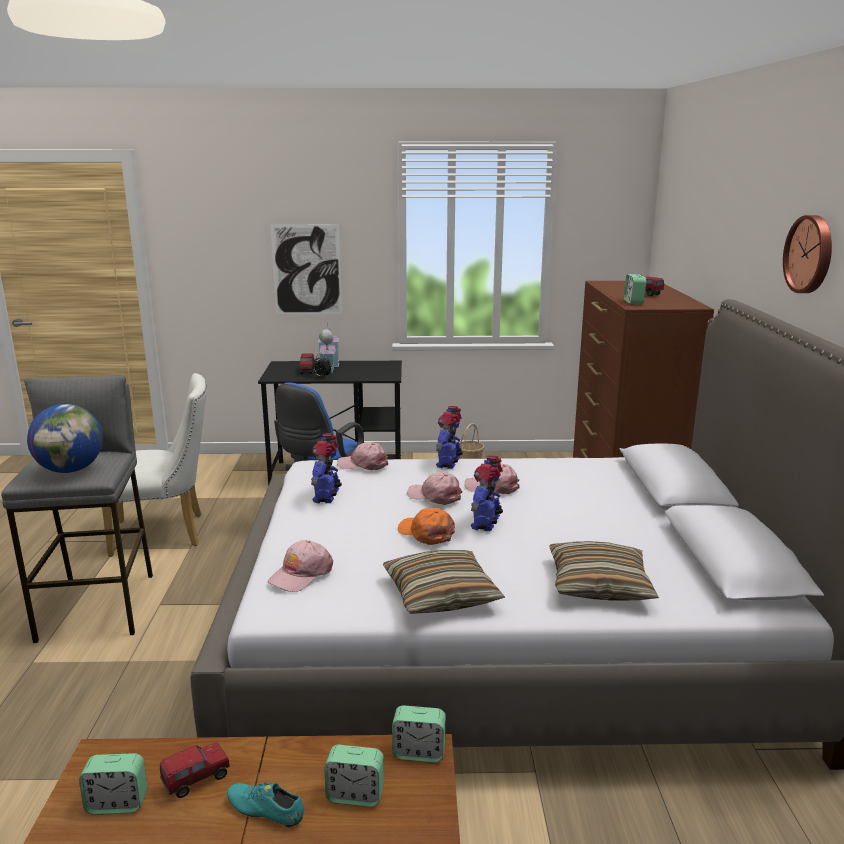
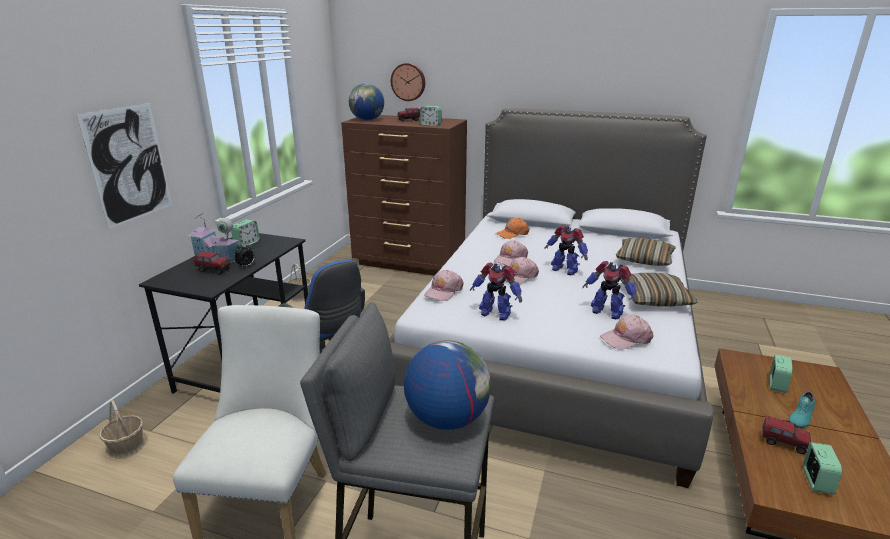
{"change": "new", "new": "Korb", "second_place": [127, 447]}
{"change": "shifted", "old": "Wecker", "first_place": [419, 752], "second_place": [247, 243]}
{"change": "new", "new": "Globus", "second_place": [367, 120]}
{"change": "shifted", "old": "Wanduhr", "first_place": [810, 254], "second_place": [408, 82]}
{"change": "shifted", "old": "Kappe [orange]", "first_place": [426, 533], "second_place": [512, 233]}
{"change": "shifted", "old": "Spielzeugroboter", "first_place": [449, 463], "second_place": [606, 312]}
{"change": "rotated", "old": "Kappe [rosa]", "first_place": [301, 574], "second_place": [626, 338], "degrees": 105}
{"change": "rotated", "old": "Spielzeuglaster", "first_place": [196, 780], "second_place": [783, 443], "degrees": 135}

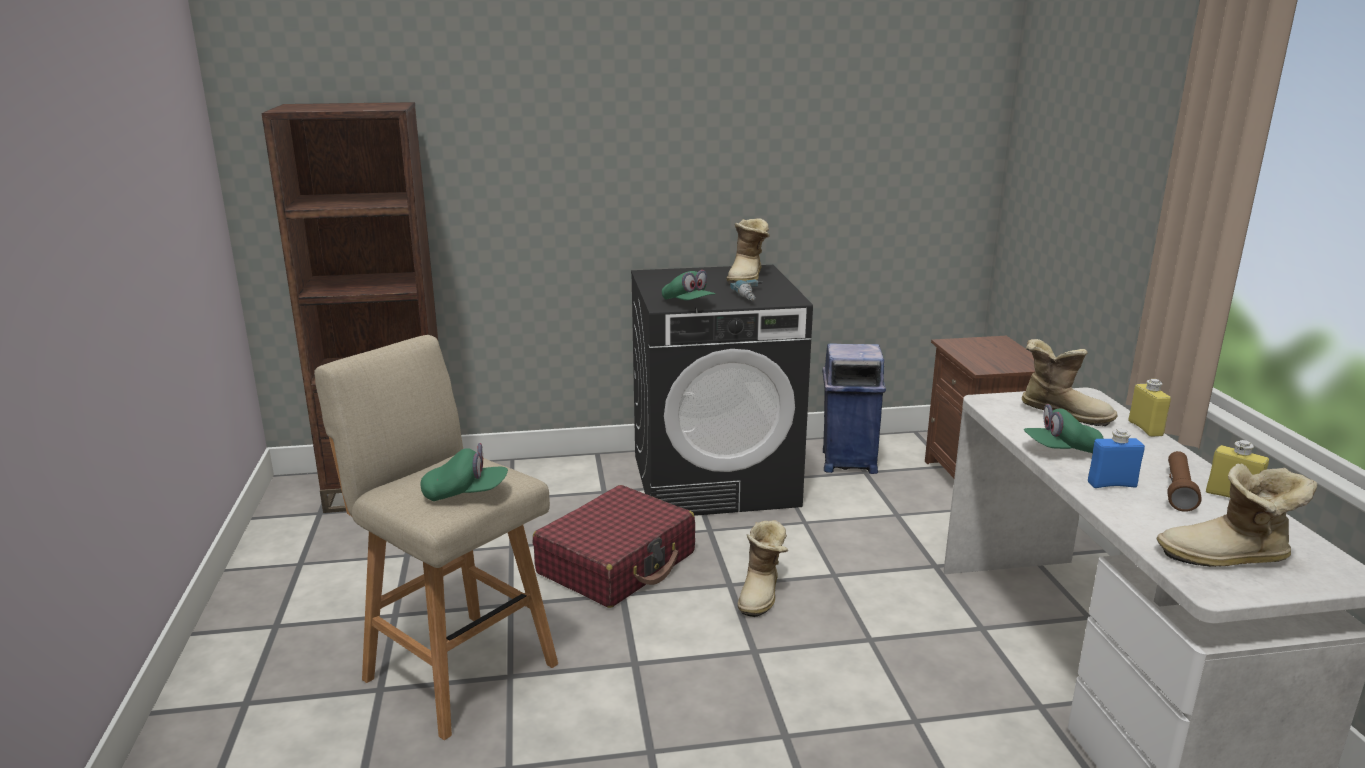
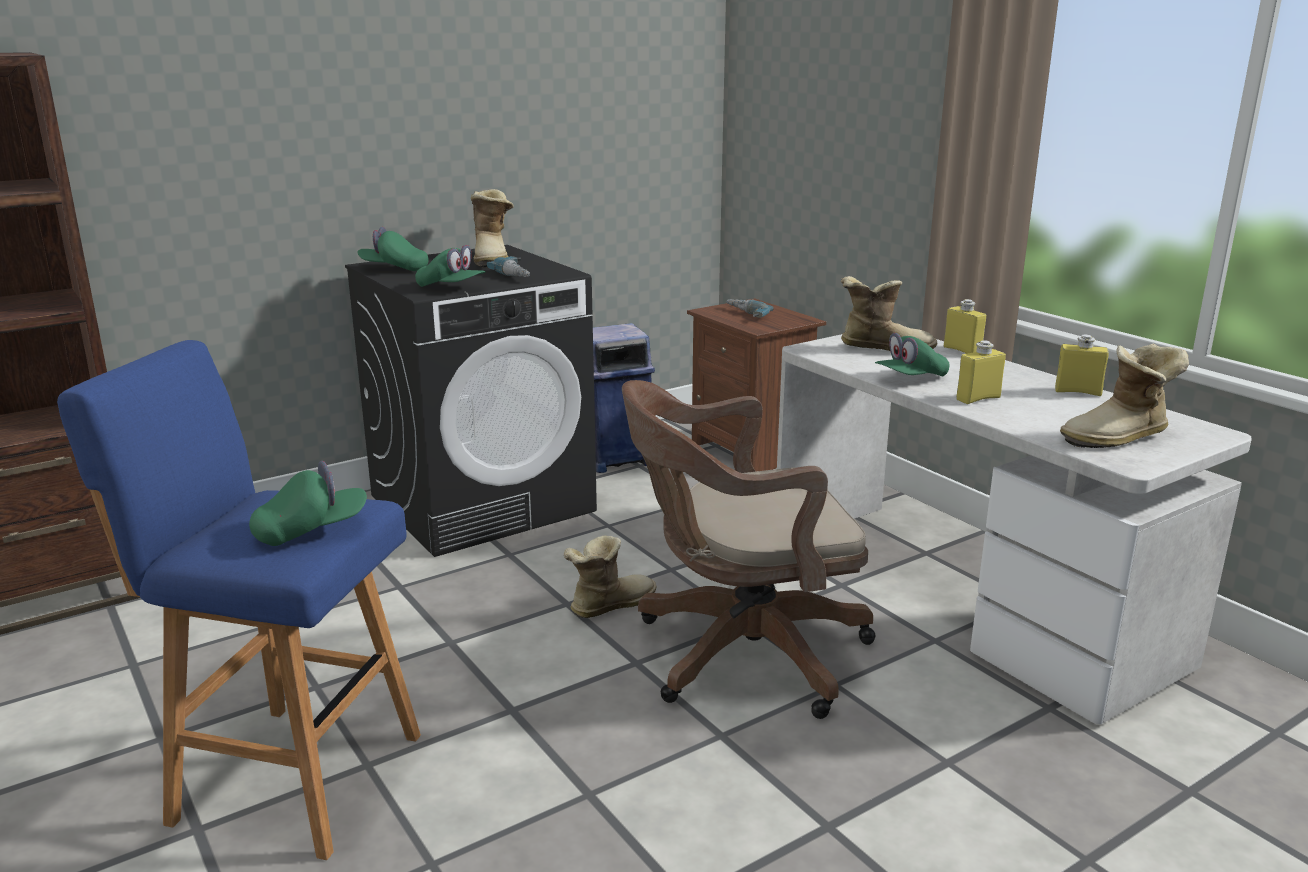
{"change": "repainted", "old": "Hocker [beige]", "new": "Hocker [blau]", "first_place": [457, 669], "second_place": [291, 776]}
{"change": "new", "new": "Kappe [grün]", "second_place": [394, 269]}
{"change": "rotated", "old": "Stiefel", "first_place": [762, 594], "second_place": [608, 605], "degrees": -120}
{"change": "new", "new": "Bürostuhl [braun]", "second_place": [739, 654]}
{"change": "new", "new": "Bohrmaschine", "second_place": [743, 315]}
{"change": "repainted", "old": "Flasche [blau]", "new": "Flasche [gelb]", "first_place": [1111, 484], "second_place": [978, 398]}
{"change": "gone", "old": "Koffer [rot]", "first_place": [617, 563]}
{"change": "gone", "old": "Taschenlampe [braun]", "first_place": [1178, 490]}

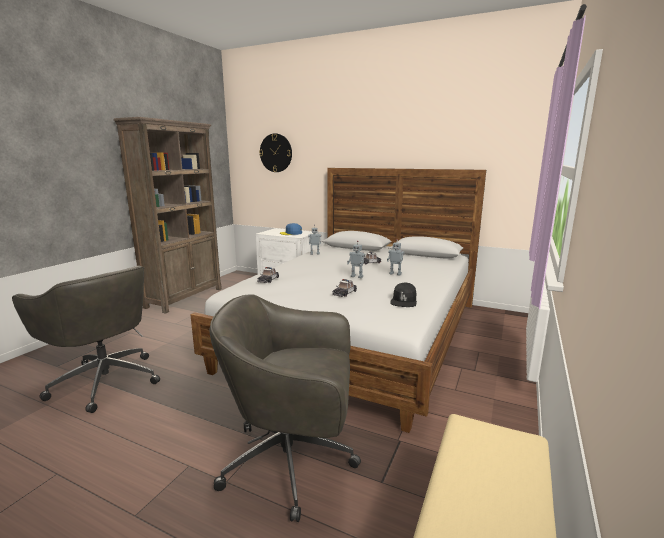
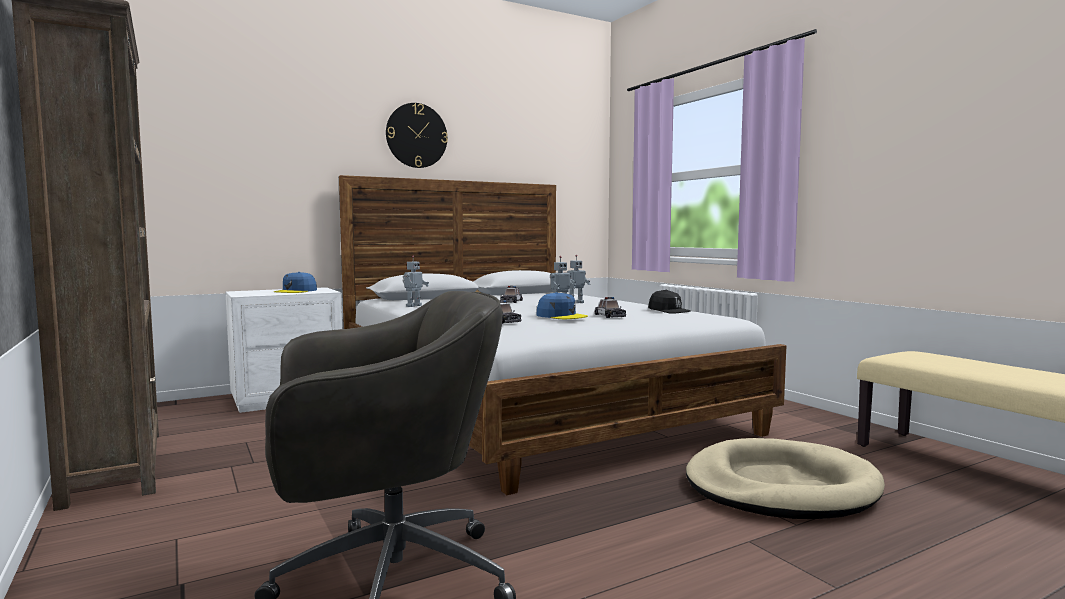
{"change": "shifted", "old": "Wanduhr", "first_place": [276, 153], "second_place": [416, 135]}
{"change": "new", "new": "Kappe [blau]", "second_place": [561, 316]}
{"change": "swapped", "old": "Bürostuhl [grau]", "new": "Hundebett [beige]", "first_place": [292, 461], "second_place": [780, 487]}

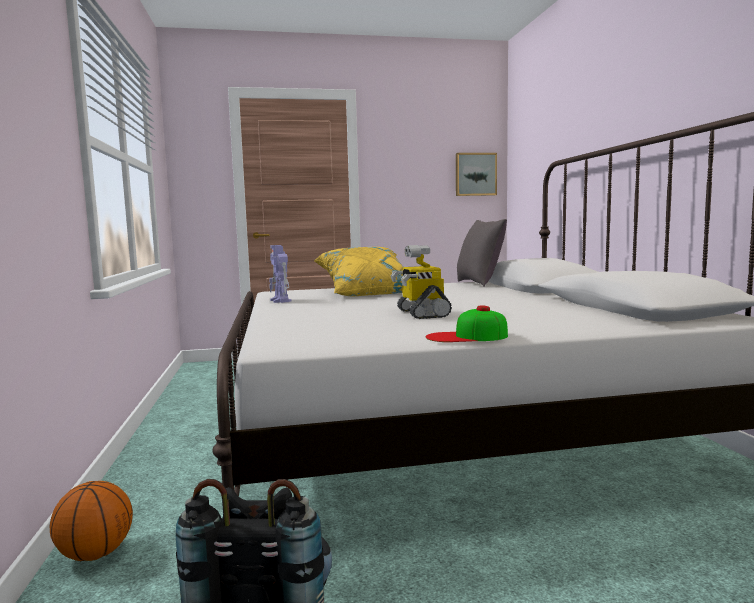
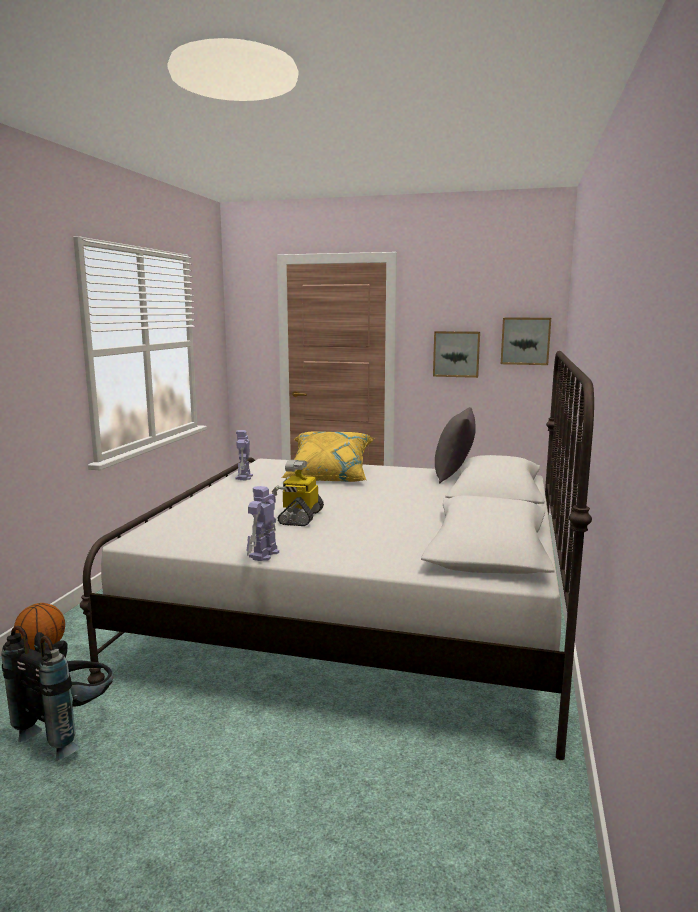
{"change": "swapped", "old": "Kappe", "new": "Spielzeugroboter", "first_place": [466, 336], "second_place": [263, 555]}
{"change": "new", "new": "Bild", "second_place": [456, 354]}

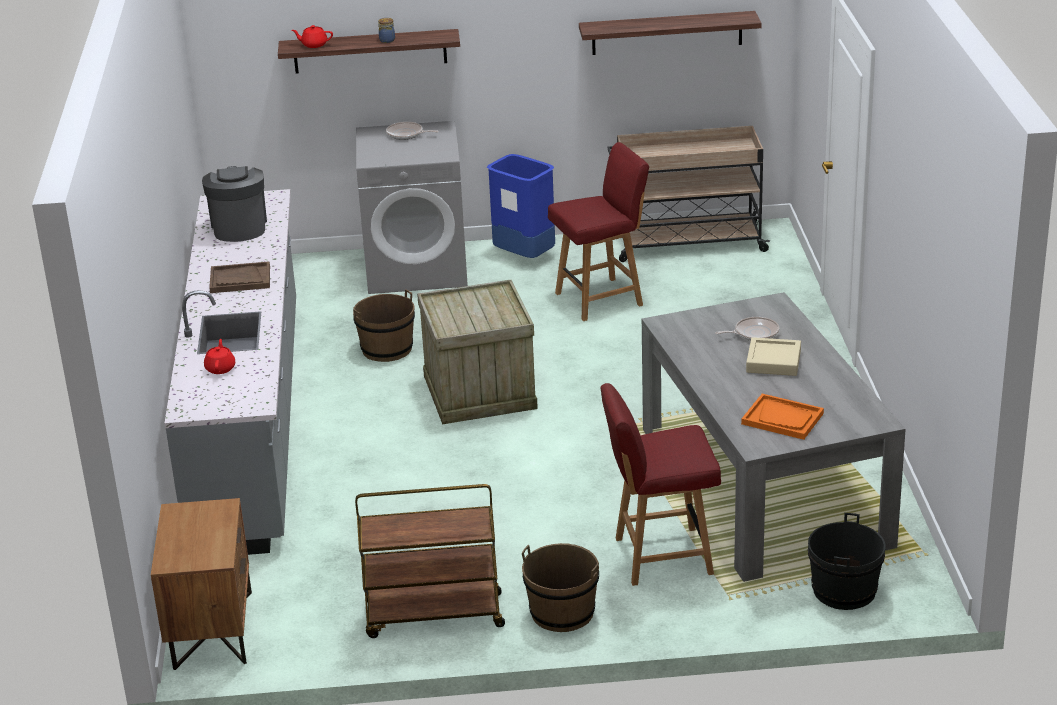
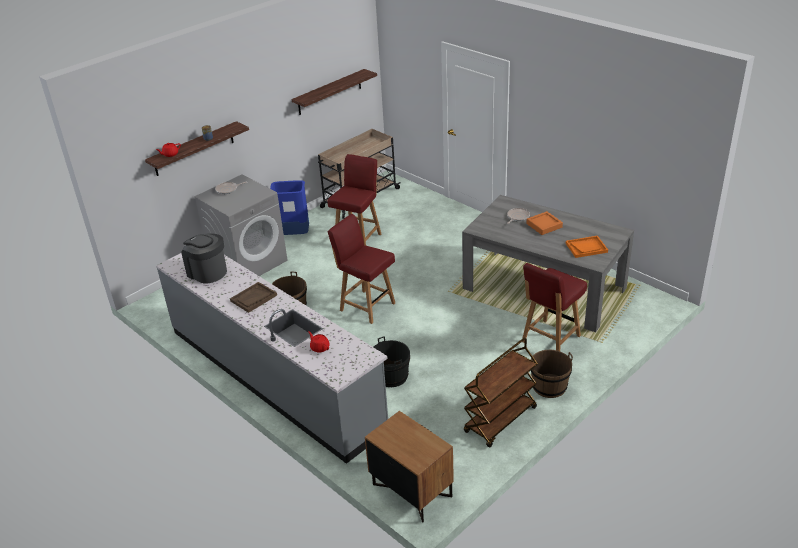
{"change": "swapped", "old": "Kiste", "new": "Stuhl [rot]", "first_place": [481, 391], "second_place": [366, 306]}
{"change": "shifted", "old": "Eimer [schwarz]", "first_place": [844, 590], "second_place": [391, 376]}
{"change": "repainted", "old": "Tablett [beige]", "new": "Tablett [orange]", "first_place": [773, 361], "second_place": [544, 225]}

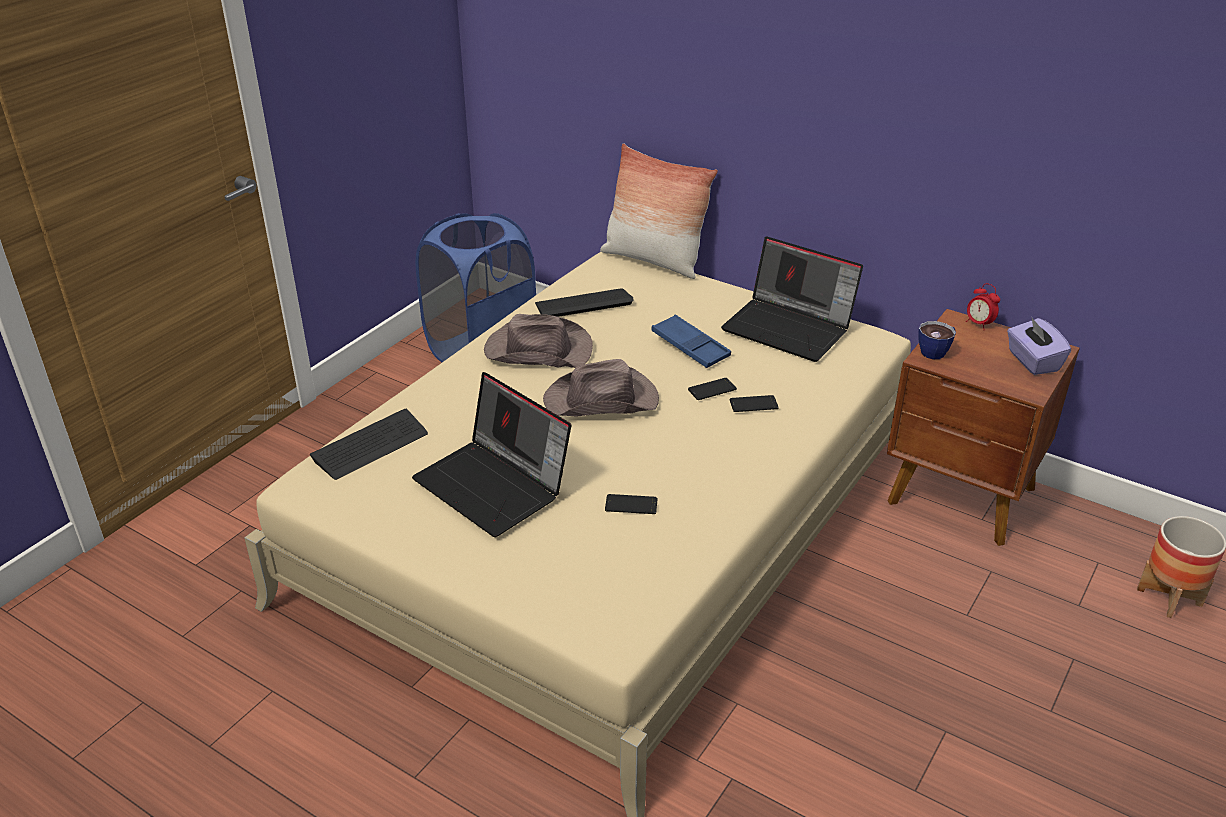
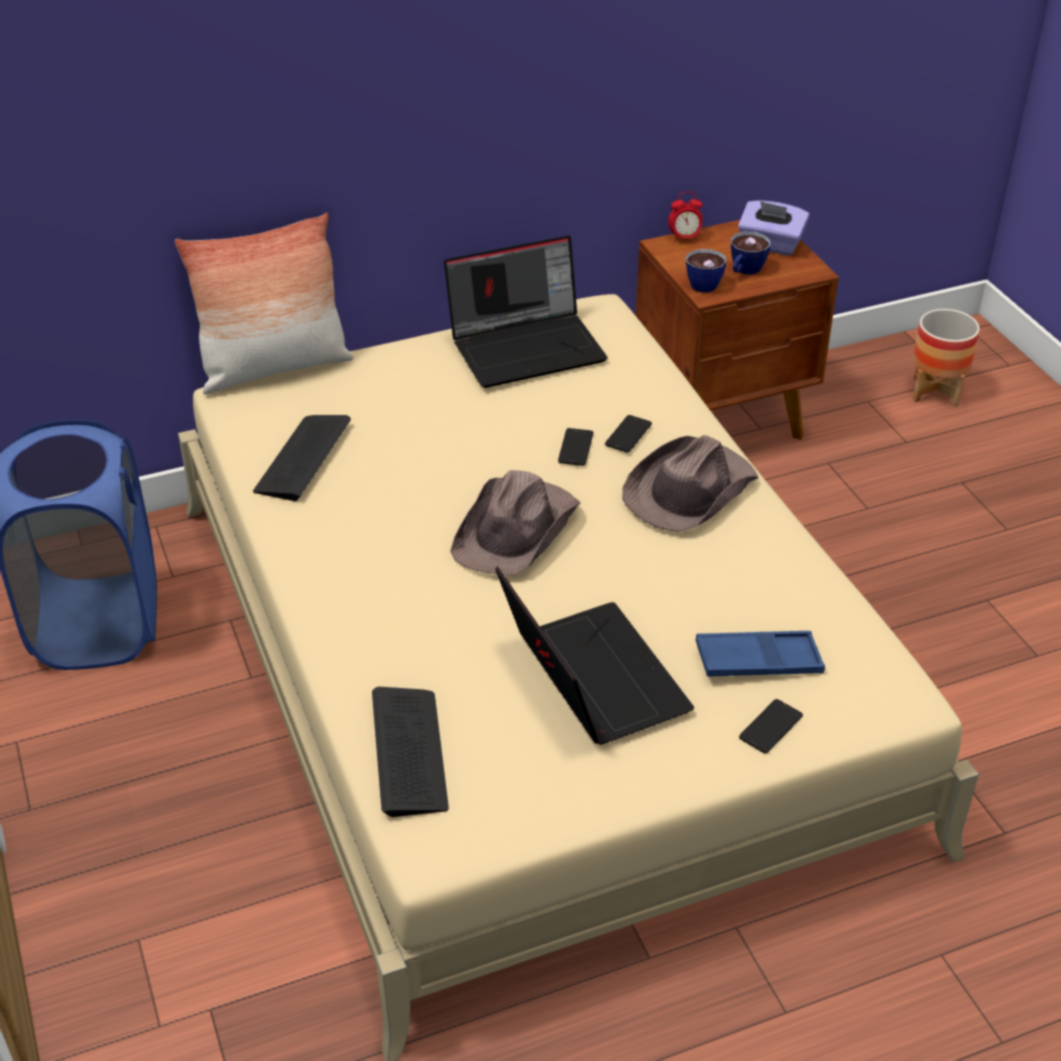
{"change": "rotated", "old": "Laptop", "first_place": [495, 485], "second_place": [589, 677], "degrees": -105}
{"change": "shifted", "old": "Hut [braun]", "first_place": [537, 350], "second_place": [688, 490]}
{"change": "shifted", "old": "Tablett [blau]", "first_place": [690, 347], "second_place": [758, 661]}
{"change": "new", "new": "Tasse", "second_place": [744, 271]}
{"change": "shifted", "old": "Handy", "first_place": [631, 505], "second_place": [771, 727]}

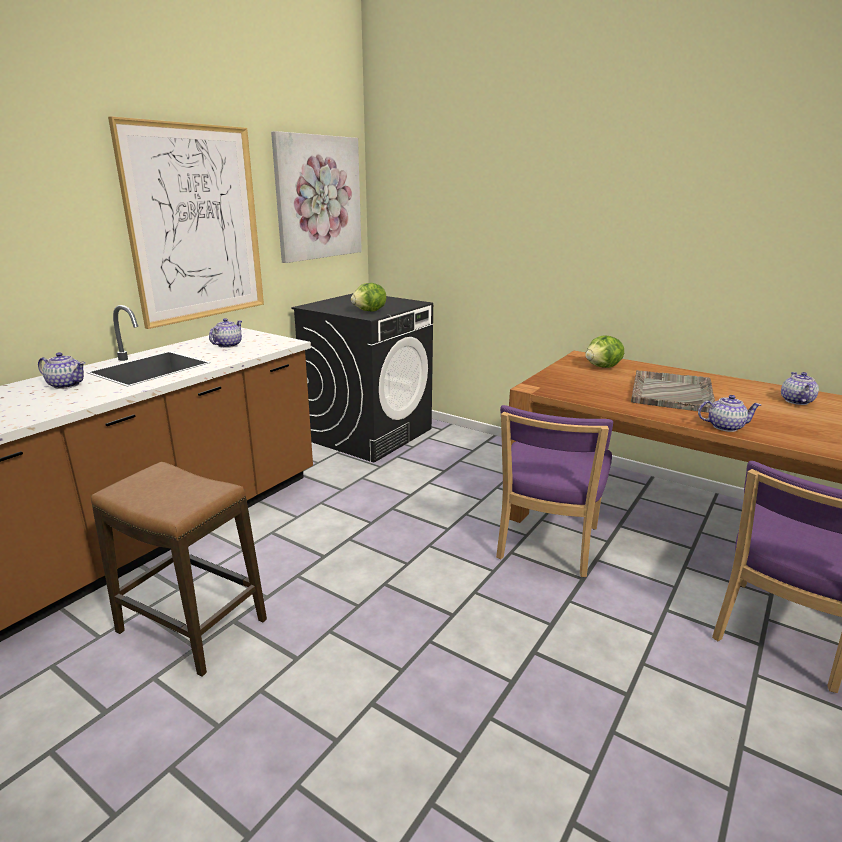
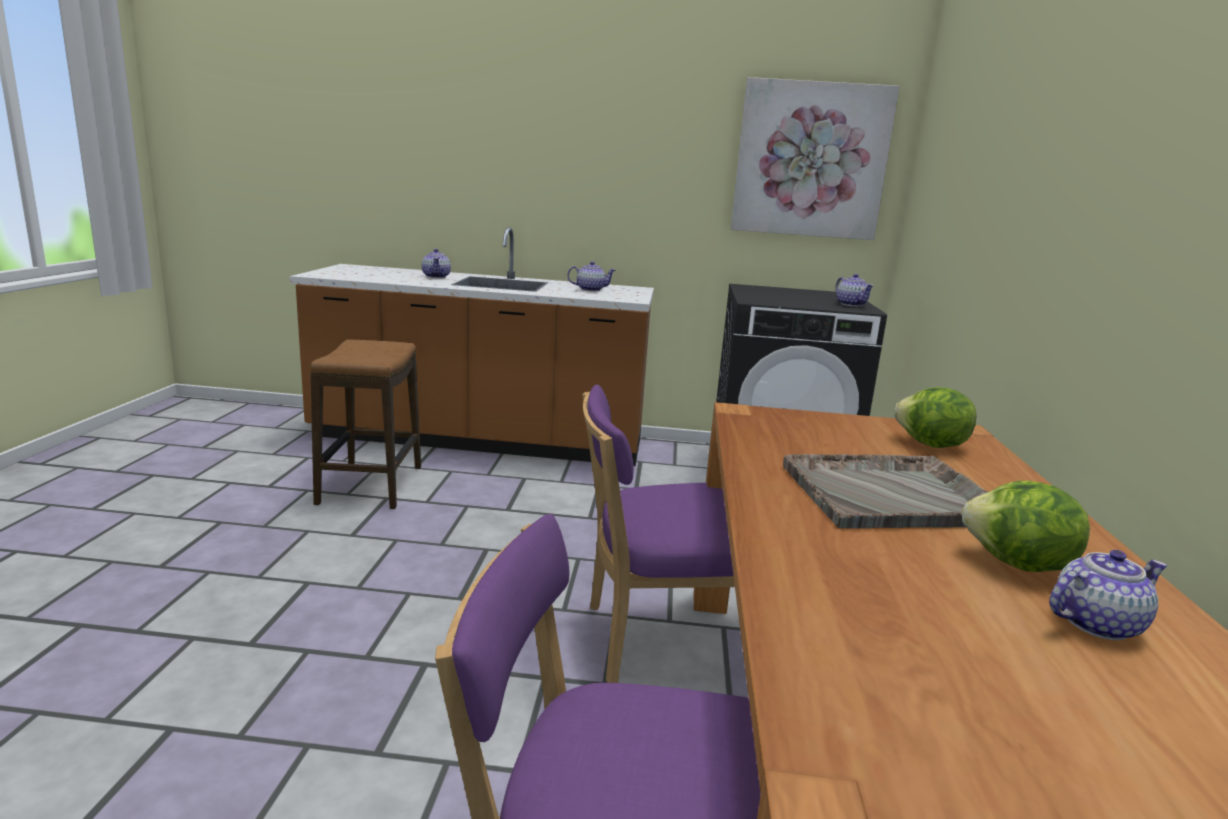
{"change": "shifted", "old": "Teekanne", "first_place": [724, 427], "second_place": [851, 304]}
{"change": "shifted", "old": "Salatkopf", "first_place": [370, 311], "second_place": [1018, 565]}
{"change": "gone", "old": "Bild", "first_place": [196, 224]}

